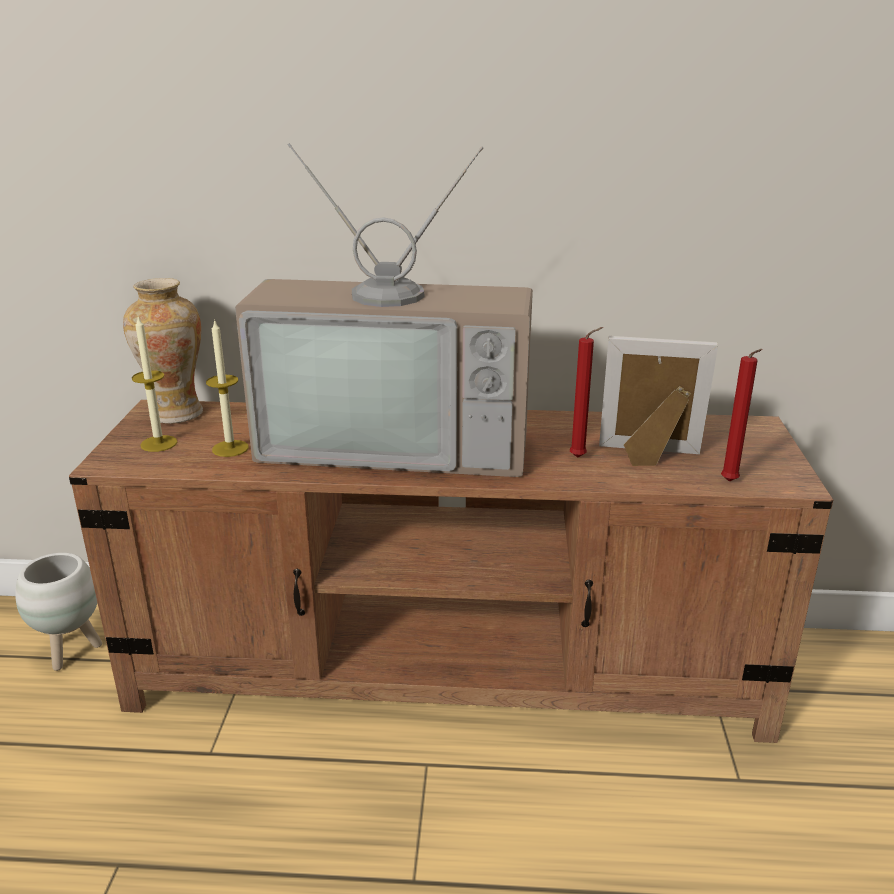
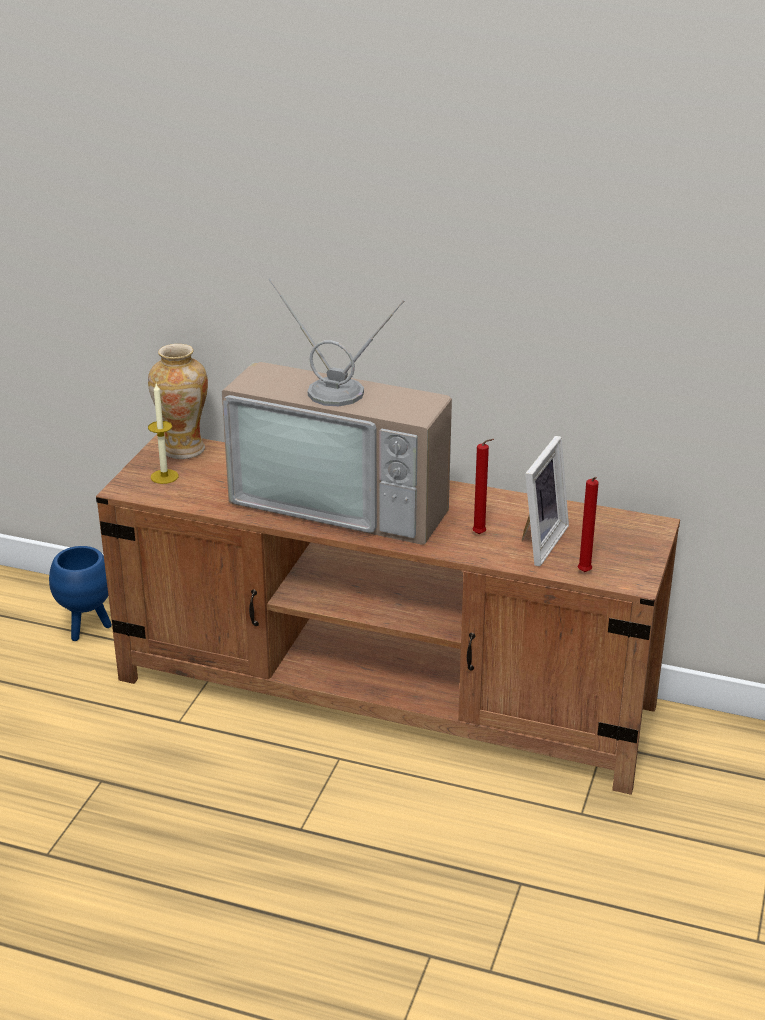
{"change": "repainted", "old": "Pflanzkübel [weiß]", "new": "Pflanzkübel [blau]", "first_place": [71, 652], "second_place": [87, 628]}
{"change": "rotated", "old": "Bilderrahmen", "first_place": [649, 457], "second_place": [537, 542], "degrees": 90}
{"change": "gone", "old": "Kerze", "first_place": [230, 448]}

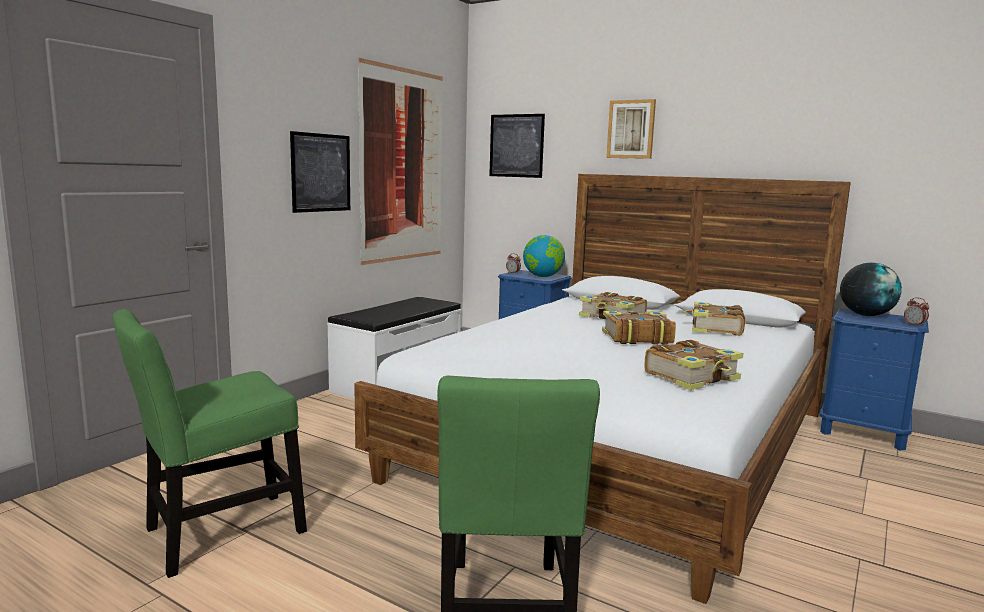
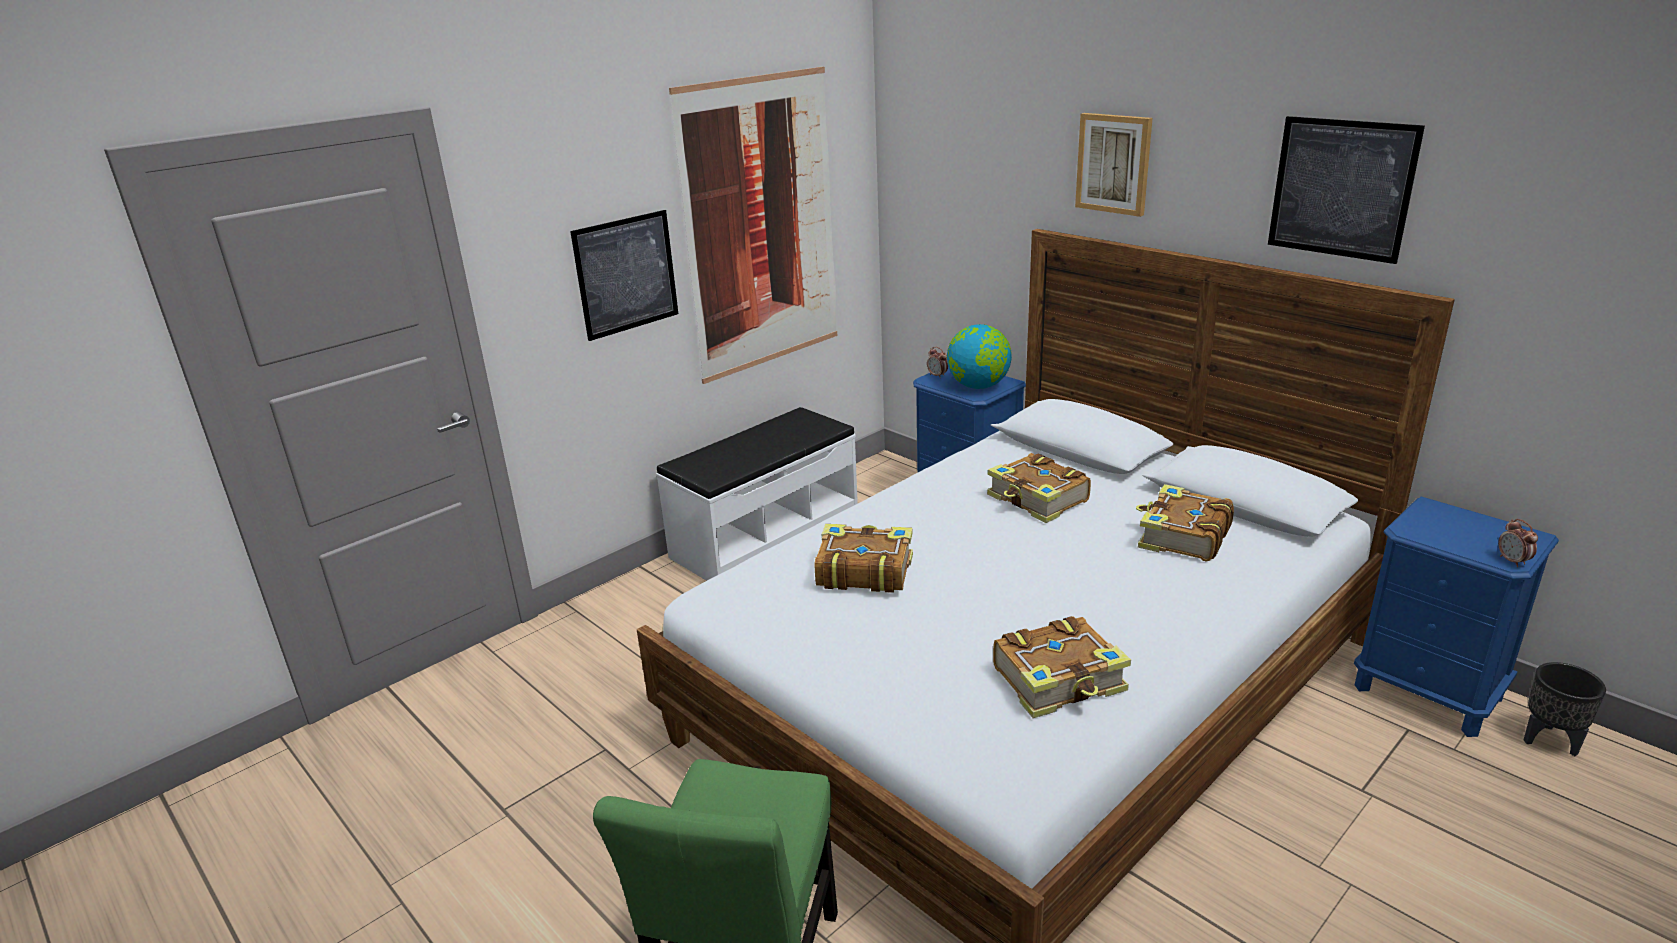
{"change": "shifted", "old": "Buch", "first_place": [636, 338], "second_place": [863, 571]}
{"change": "shifted", "old": "Bild", "first_place": [516, 145], "second_place": [1341, 188]}
{"change": "new", "new": "Pflanzkübel [schwarz]", "second_place": [1550, 740]}
{"change": "gone", "old": "Stuhl [grün]", "first_place": [217, 534]}
{"change": "gone", "old": "Globus", "first_place": [866, 315]}

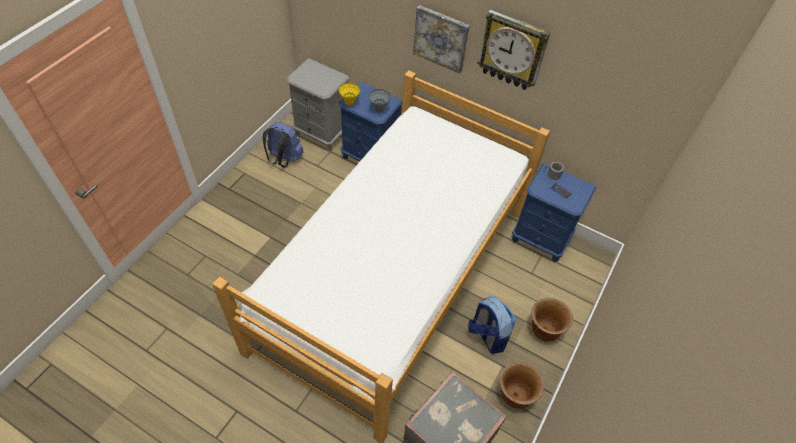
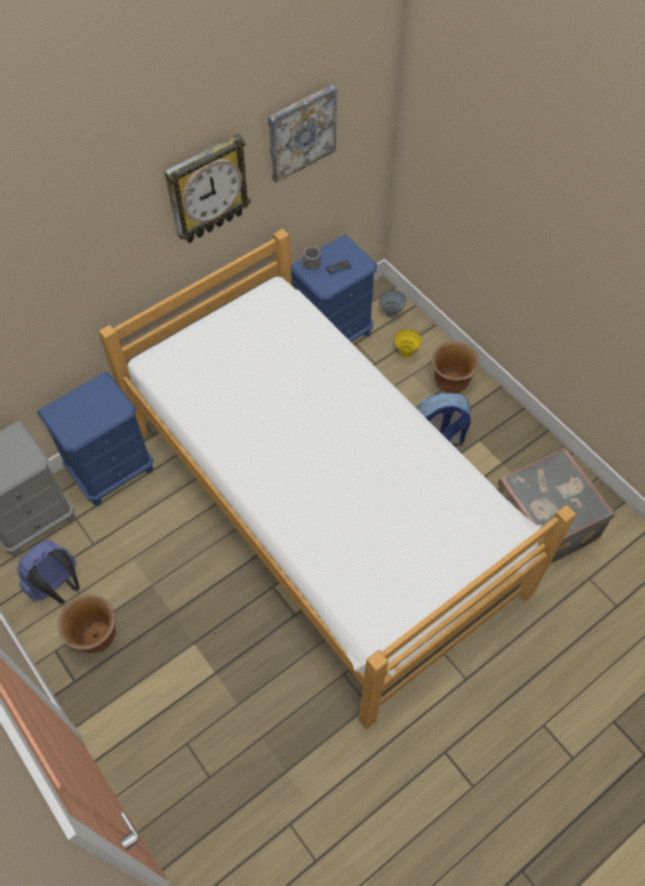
{"change": "shifted", "old": "Pflanzkübel [braun]", "first_place": [515, 395], "second_place": [97, 637]}
{"change": "shifted", "old": "Bild", "first_place": [441, 38], "second_place": [301, 132]}
{"change": "shifted", "old": "Vase [grau]", "first_place": [379, 110], "second_place": [391, 314]}
{"change": "shifted", "old": "Vase [gelb]", "first_place": [349, 103], "second_place": [406, 353]}

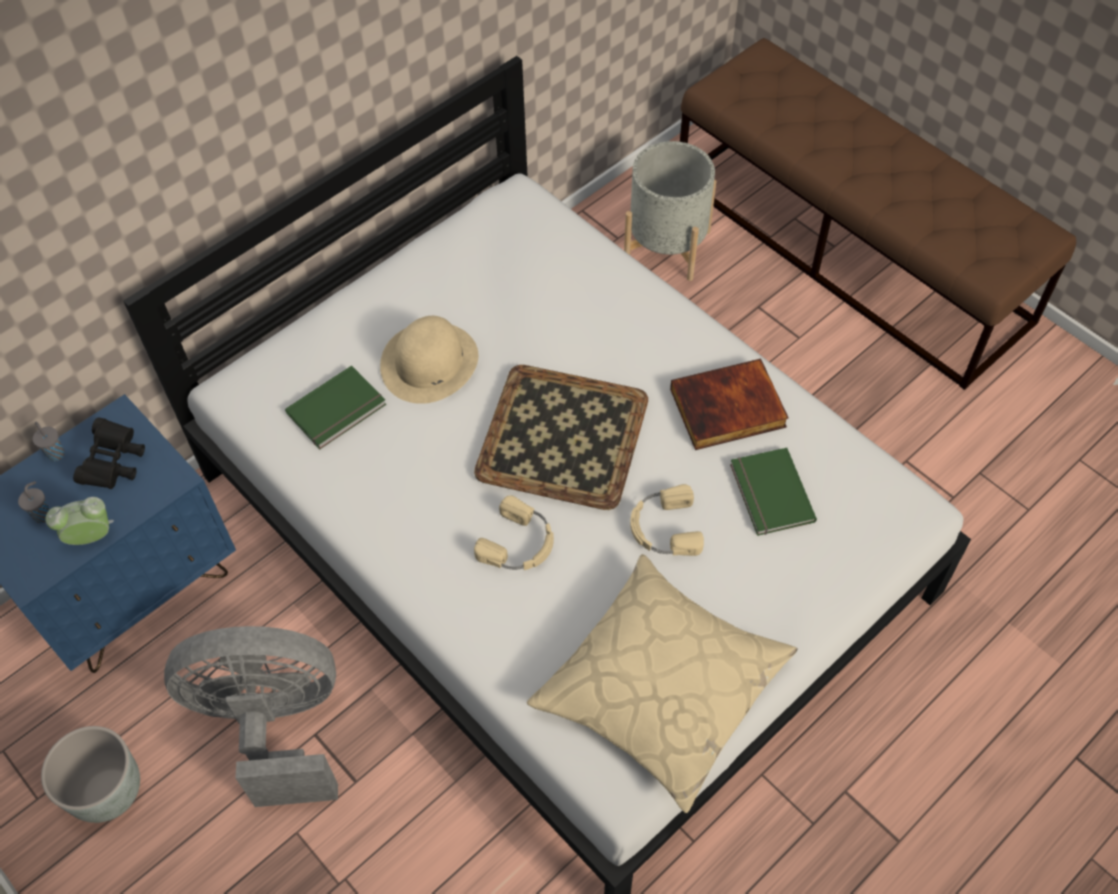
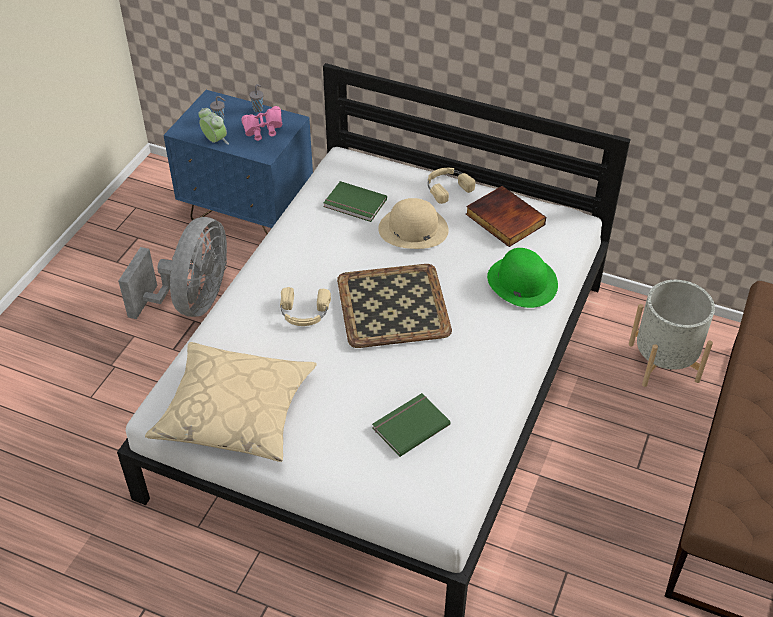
{"change": "rotated", "old": "Ventilator [grau]", "first_place": [273, 726], "second_place": [192, 301], "degrees": 45}
{"change": "repainted", "old": "Fernglas [schwarz]", "new": "Fernglas [rosa]", "first_place": [114, 463], "second_place": [263, 131]}
{"change": "shifted", "old": "Kopfhörer [beige]", "first_place": [663, 528], "second_place": [447, 187]}
{"change": "shifted", "old": "Buch", "first_place": [727, 410], "second_place": [503, 220]}
{"change": "new", "new": "Hut [grün]", "second_place": [521, 281]}
{"change": "gone", "old": "Pflanzkübel [grau]", "first_place": [107, 791]}

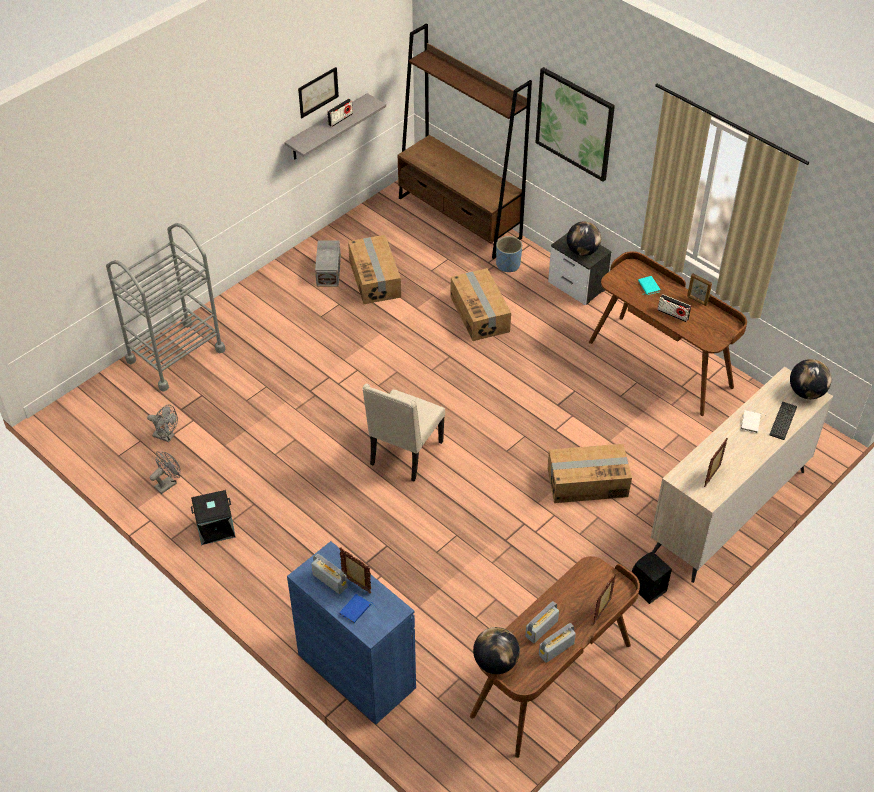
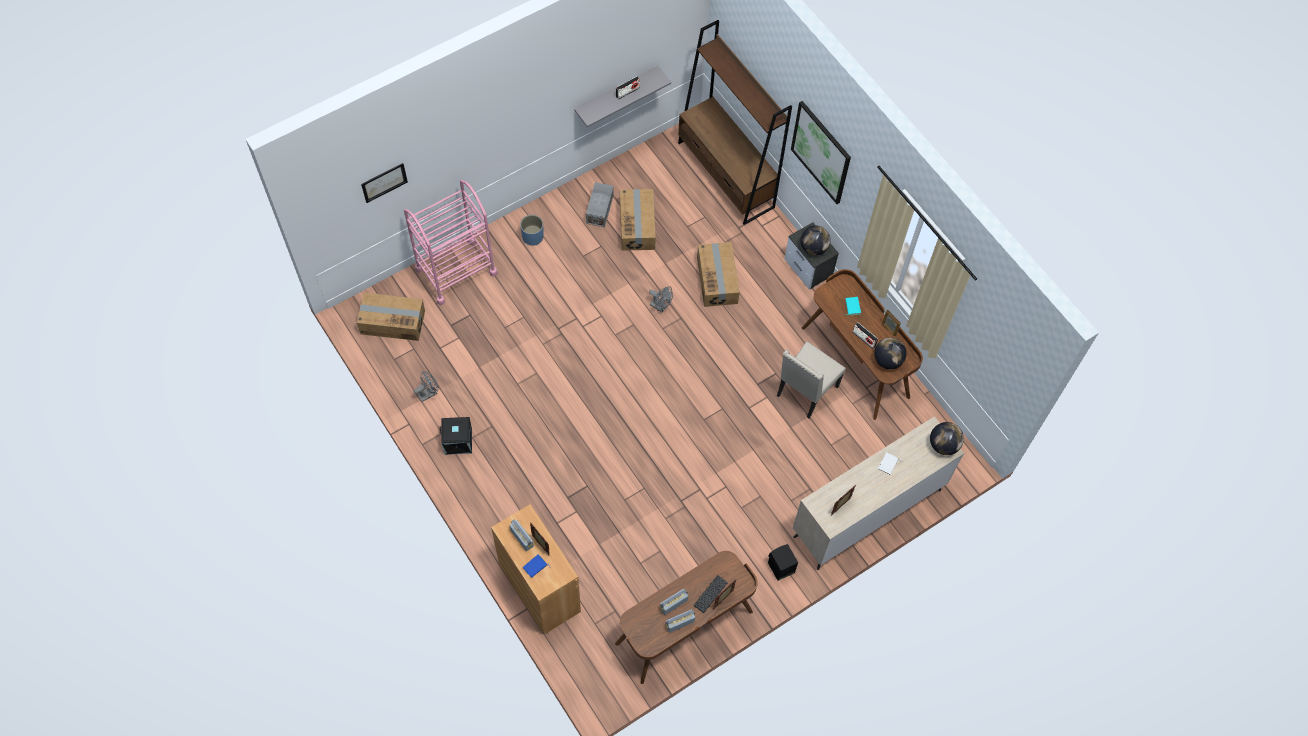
{"change": "shifted", "old": "Karton", "first_place": [587, 482], "second_place": [393, 322]}
{"change": "shifted", "old": "Bild", "first_place": [318, 92], "second_place": [384, 182]}
{"change": "repainted", "old": "Rollwagen [grau]", "new": "Rollwagen [rosa]", "first_place": [175, 355], "second_place": [456, 271]}
{"change": "repainted", "old": "Schrank [blau]", "new": "Schrank [braun]", "first_place": [356, 671], "second_place": [539, 588]}
{"change": "shifted", "old": "Pflanzkübel [blau]", "first_place": [508, 265], "second_place": [532, 237]}
{"change": "shifted", "old": "Ventilator [grau]", "first_place": [166, 436], "second_place": [660, 307]}
{"change": "shifted", "old": "Tastatur", "first_place": [783, 421], "second_place": [710, 594]}
{"change": "shifted", "old": "Stuhl [beige]", "first_place": [405, 454], "second_place": [806, 391]}
{"change": "shifted", "old": "Globus", "first_place": [495, 662], "second_place": [887, 360]}

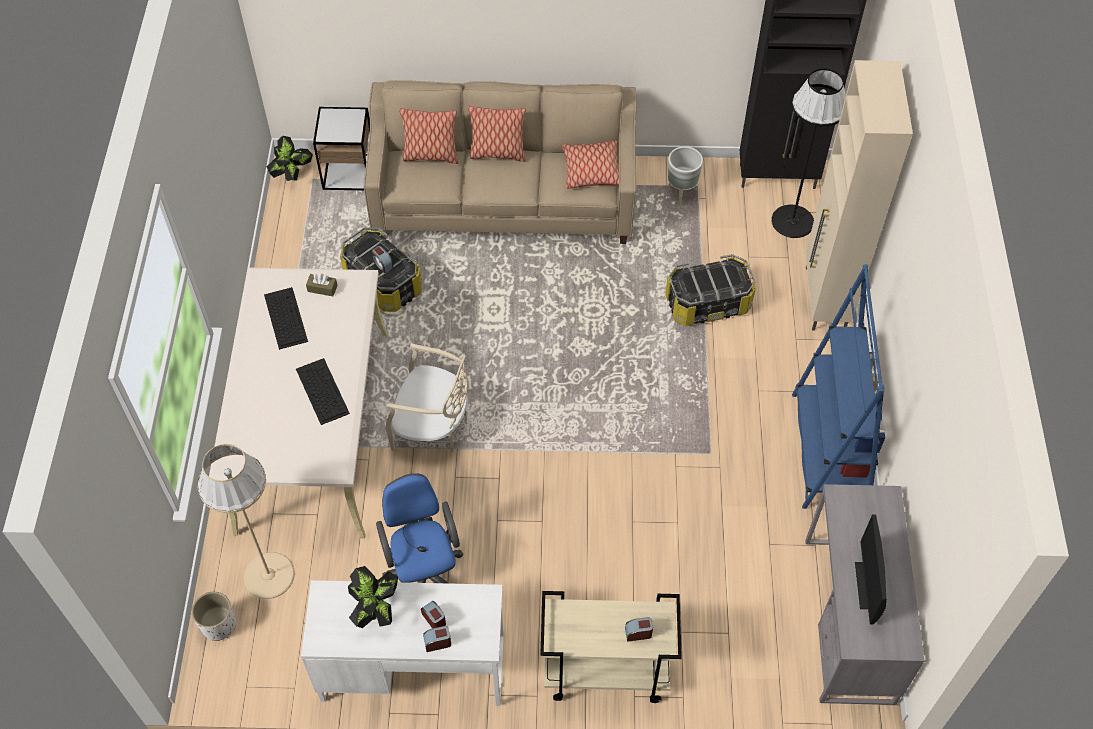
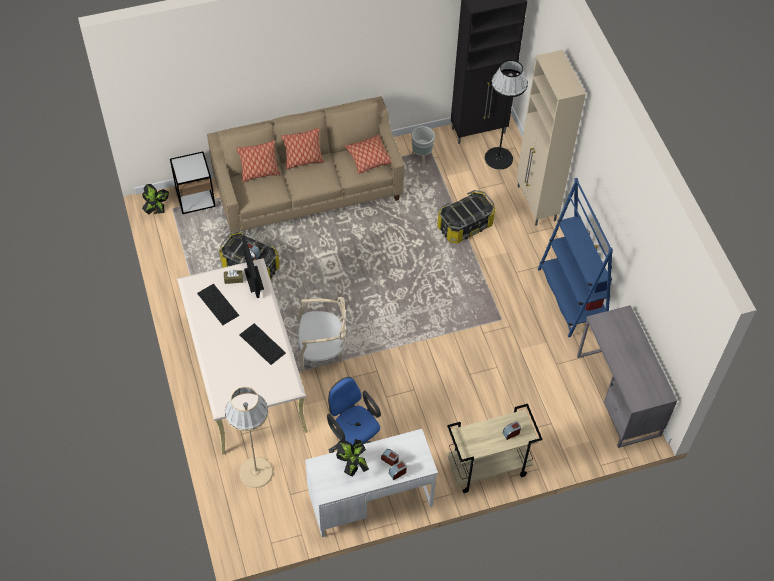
{"change": "shifted", "old": "Monitor", "first_place": [868, 585], "second_place": [254, 279]}
{"change": "gone", "old": "Pflanzkübel [weiß]", "first_place": [218, 625]}

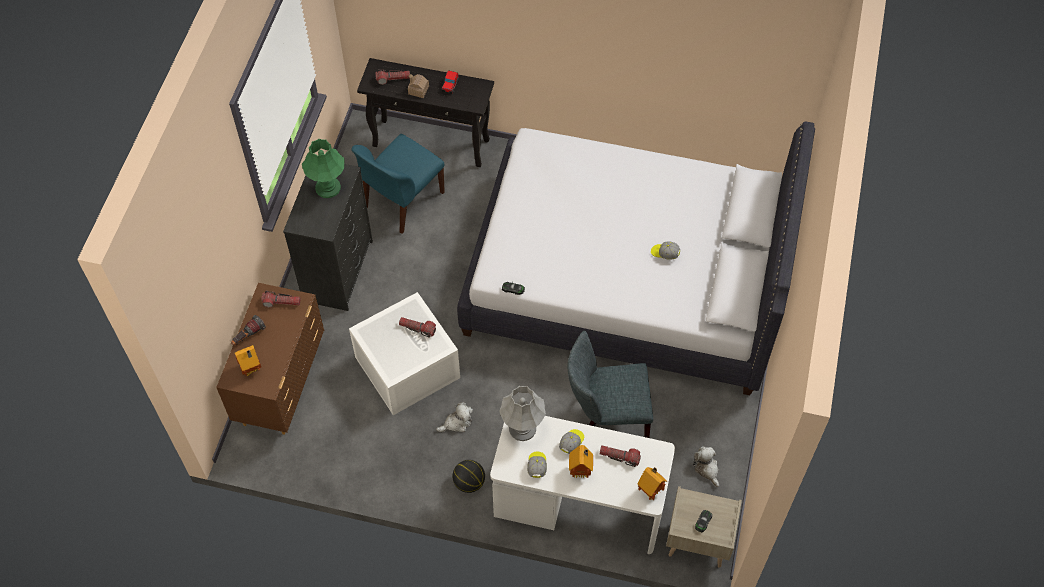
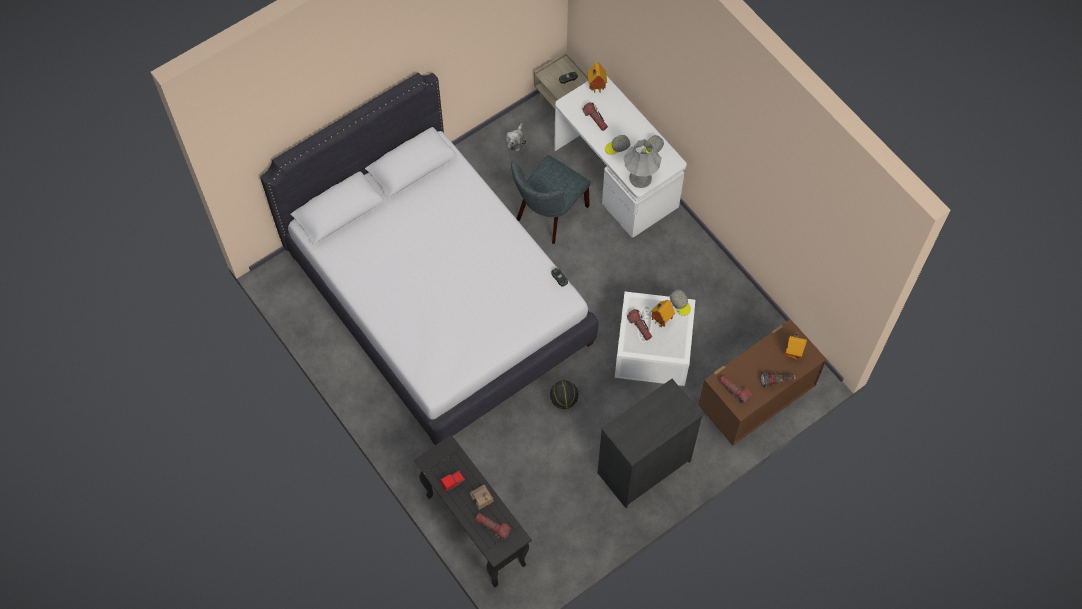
{"change": "rotated", "old": "Stuhl [grau]", "first_place": [606, 419], "second_place": [549, 215], "degrees": 90}
{"change": "shifted", "old": "Basketball", "first_place": [469, 482], "second_place": [563, 400]}
{"change": "shifted", "old": "Spielzeughaus", "first_place": [581, 471], "second_place": [660, 320]}
{"change": "shifted", "old": "Kappe", "first_place": [665, 253], "second_place": [680, 304]}
{"change": "gone", "old": "Tischlampe [grün]", "first_place": [328, 187]}
{"change": "gone", "old": "Stuhl [blau]", "first_place": [402, 201]}
{"change": "gone", "old": "Plüschtier", "first_place": [457, 422]}

